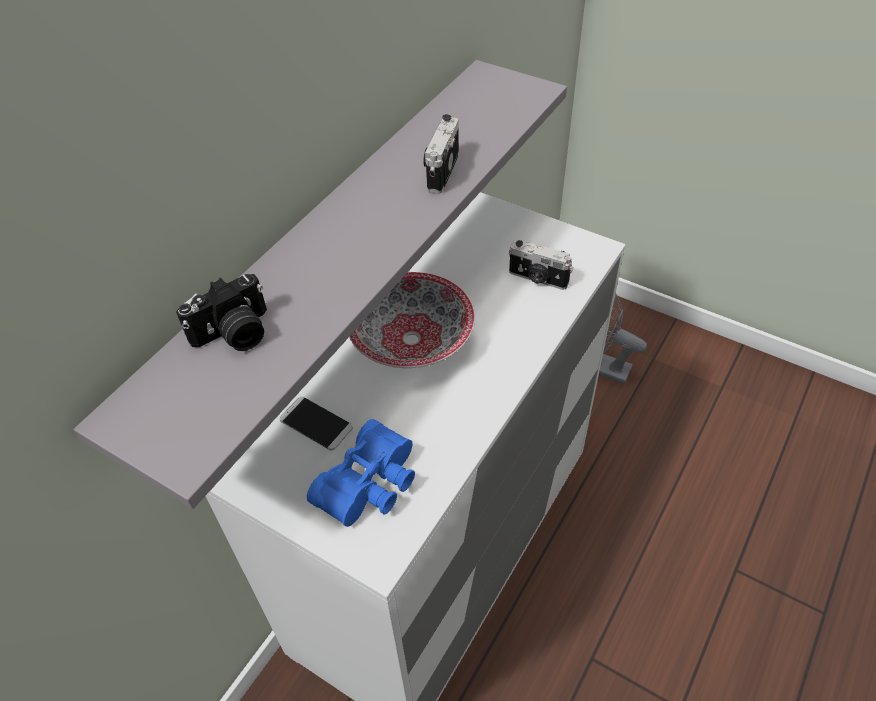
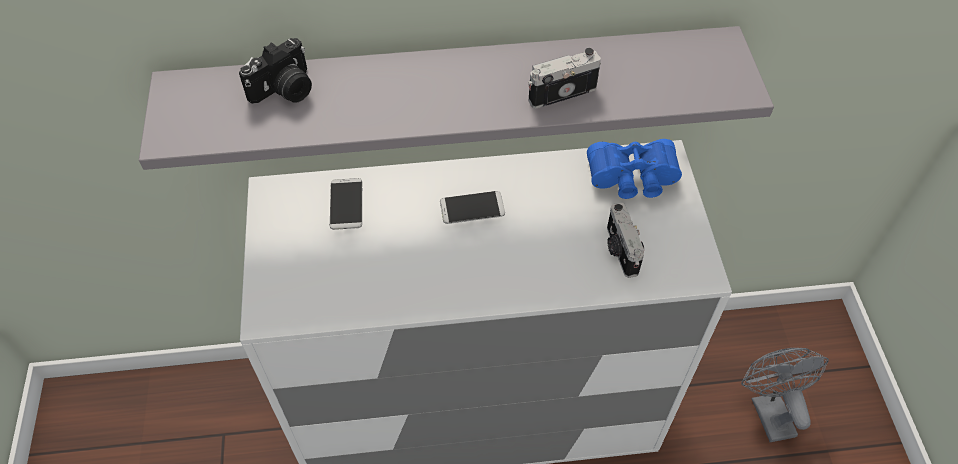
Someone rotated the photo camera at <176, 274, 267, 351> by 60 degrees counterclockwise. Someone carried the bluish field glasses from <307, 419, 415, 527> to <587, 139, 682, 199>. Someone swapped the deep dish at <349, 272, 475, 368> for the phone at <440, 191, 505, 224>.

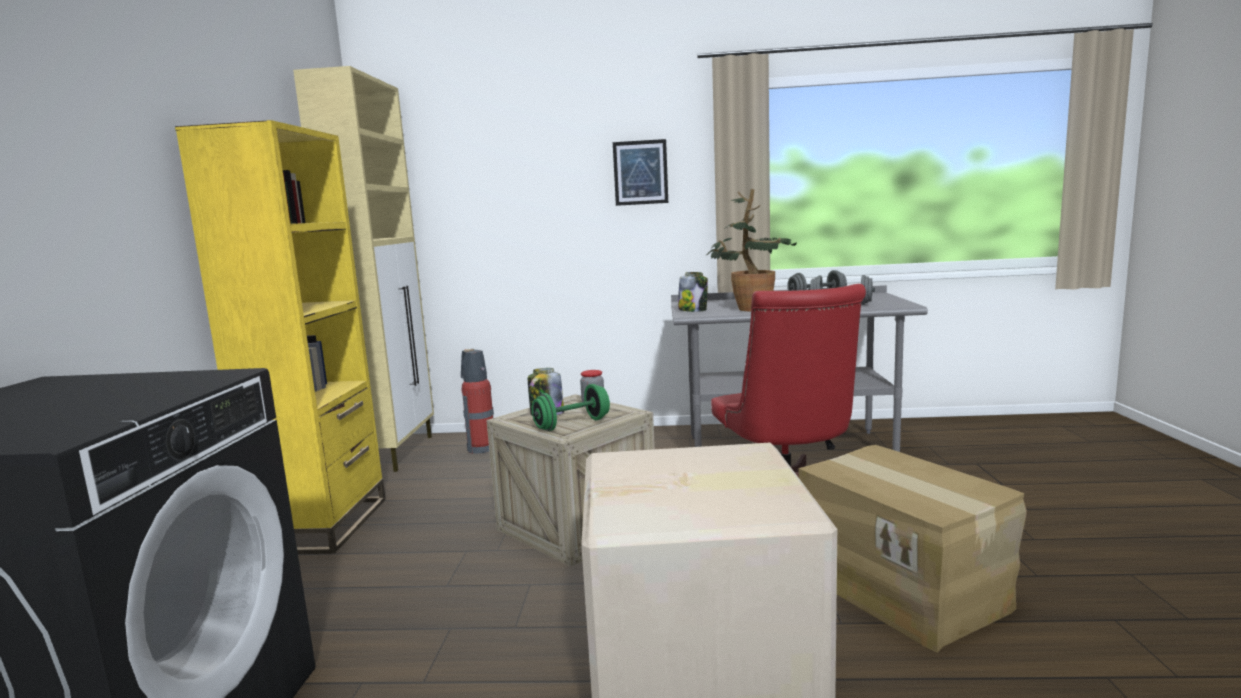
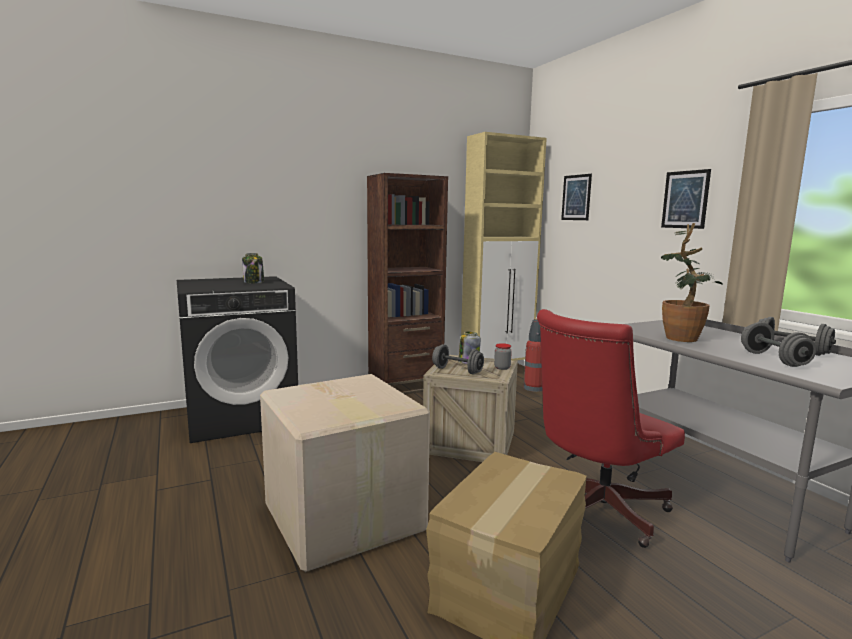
Someone repainted the yellowish bookshelf at <175, 120, 386, 554>, which became the brown bookshelf at <367, 173, 448, 394>. Someone repainted the greenish dumbbell at <532, 384, 610, 431>, which became the gray dumbbell at <432, 344, 484, 374>. Someone carried the preserve jar from <678, 272, 708, 312> to <242, 253, 264, 284>. Someone put up the picture at <561, 174, 592, 220>.

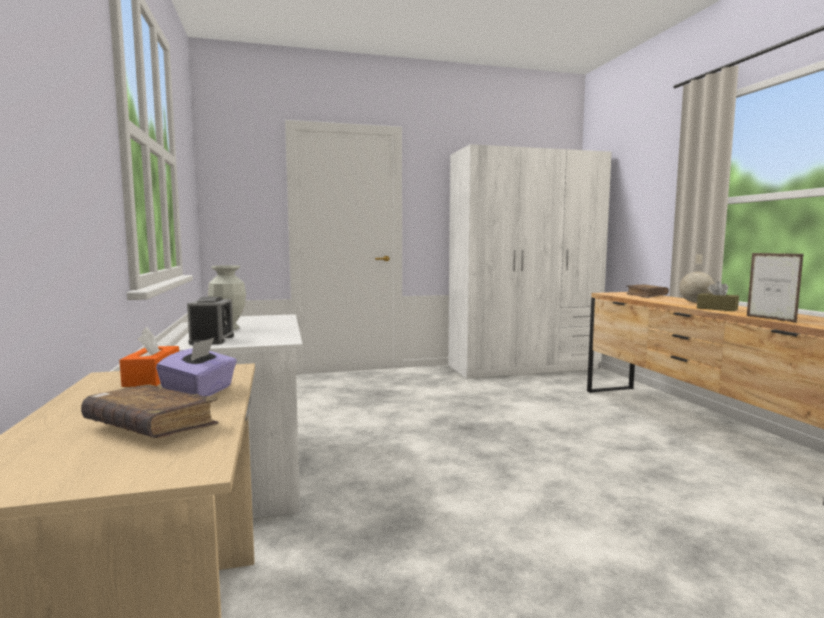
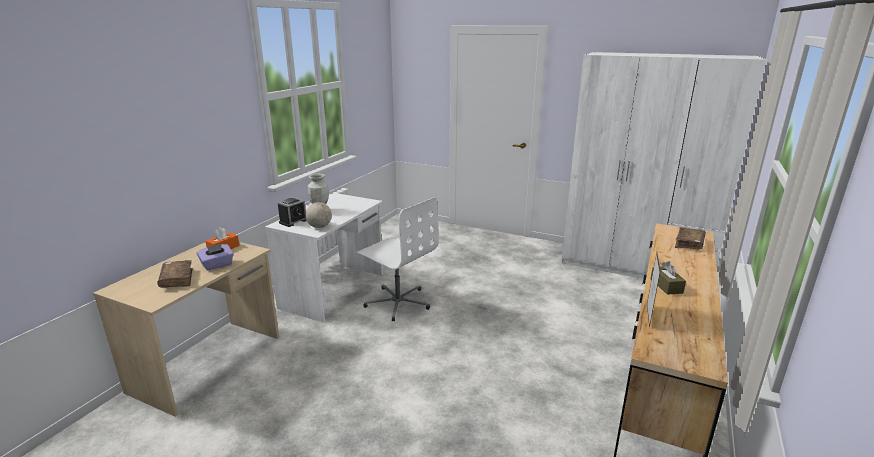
Someone carried the desk globe from <679, 254, 715, 303> to <305, 188, 332, 228>. Someone put down the white-coloured desk chair at <356, 197, 439, 321>.

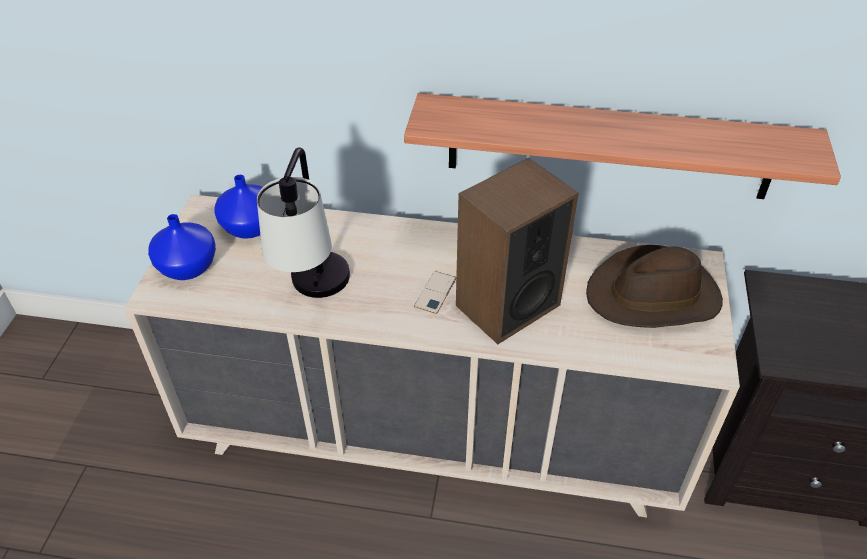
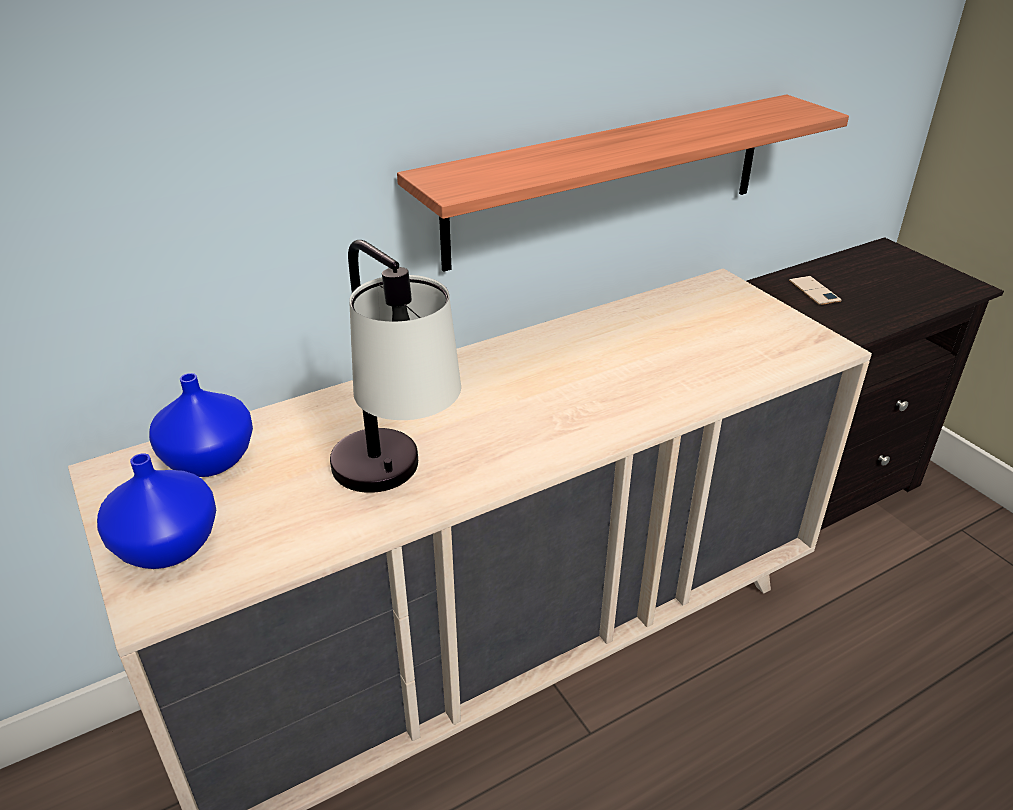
Someone carried the phone from <414, 271, 456, 314> to <789, 276, 842, 305>. Someone took away the speaker at <456, 158, 579, 344>. Someone took away the brown hat at <586, 245, 723, 328>.

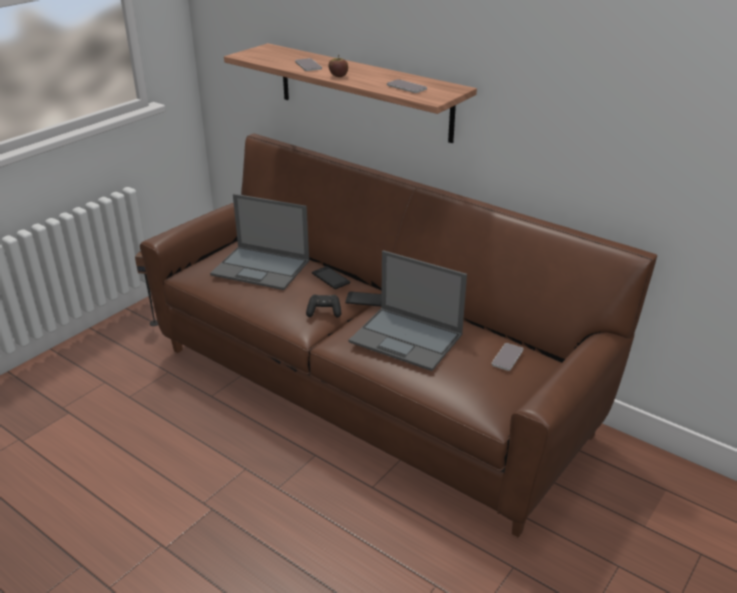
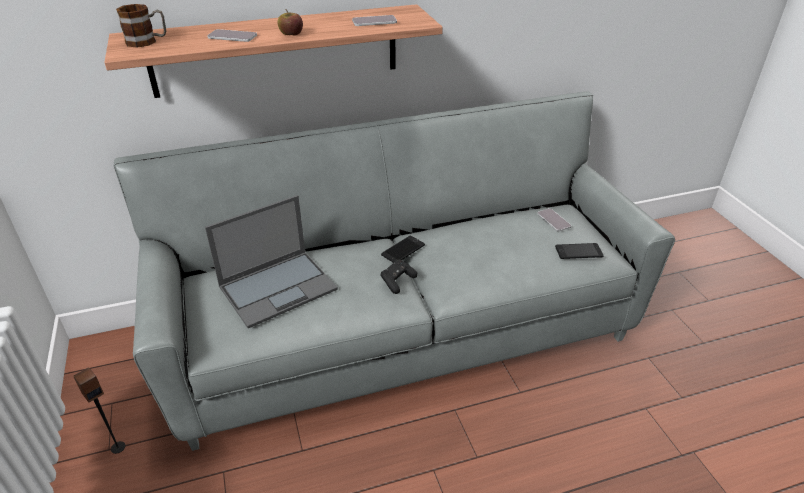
Someone repainted the brown sofa at <140, 134, 657, 537>, which became the gray sofa at <114, 91, 675, 451>. Someone carried the phone from <312, 266, 350, 289> to <555, 243, 604, 259>. Someone took away the notebook computer at <349, 250, 467, 371>. Someone put down the mug at <116, 4, 166, 48>.

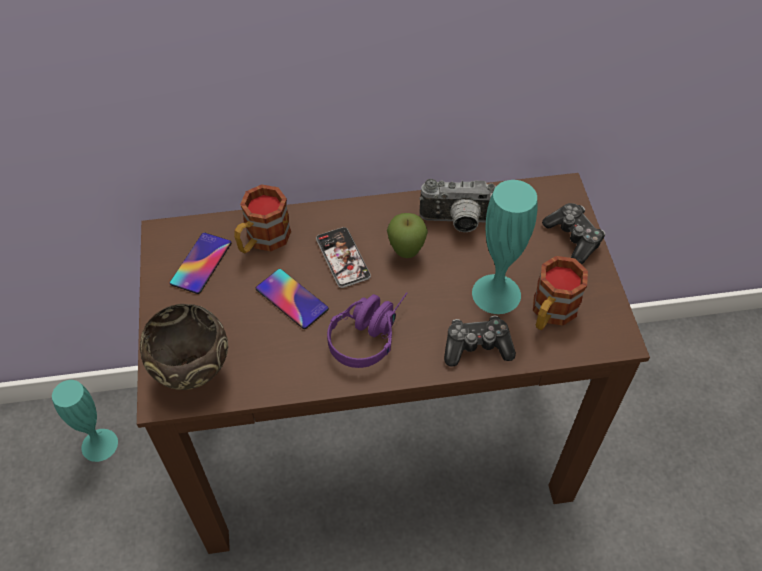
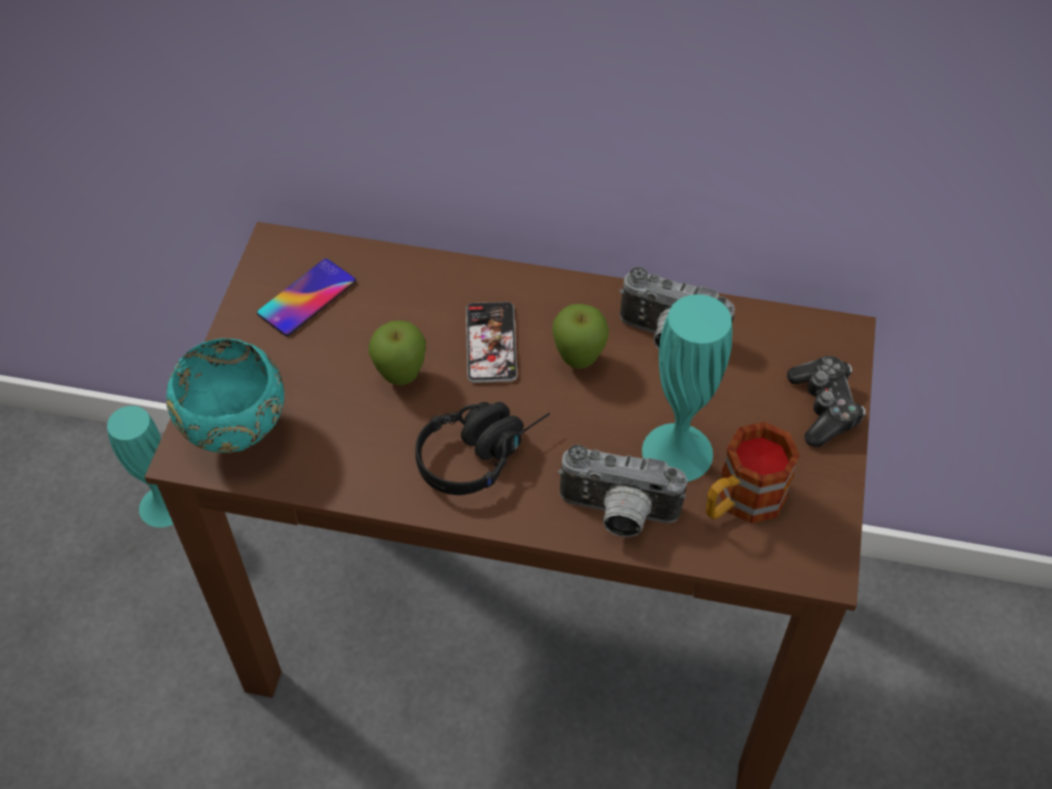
Someone repainted the brown deep dish at <140, 304, 228, 390>, which became the blue-green deep dish at <166, 338, 284, 453>. Someone took away the mug at <234, 184, 291, 253>. Someone swapped the phone at <256, 269, 329, 329> for the apple at <368, 320, 426, 385>. Someone repainted the purple headset at <327, 292, 407, 368>, which became the black-coloured headset at <415, 402, 550, 495>. Someone swapped the game controller at <444, 316, 516, 367> for the photo camera at <558, 445, 687, 537>.

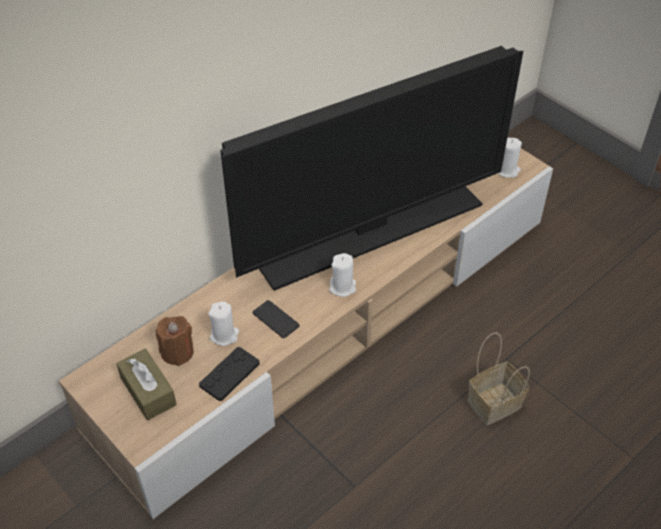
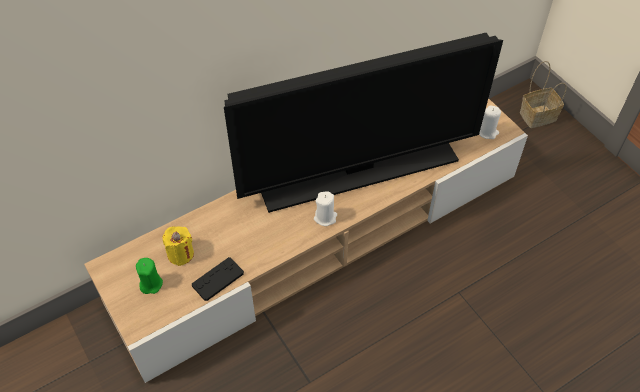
Someone swapped the brown tissue box at <116, 349, 177, 420> for the greenish wax light at <136, 258, 163, 294>. Someone repainted the brown wax light at <155, 316, 194, 366>, which became the yellowish wax light at <162, 226, 194, 266>. Someone took away the white-coloured wax light at <208, 302, 239, 346>. Someone took away the phone at <252, 300, 300, 338>. Someone carried the basket from <468, 332, 530, 425> to <520, 61, 567, 128>.

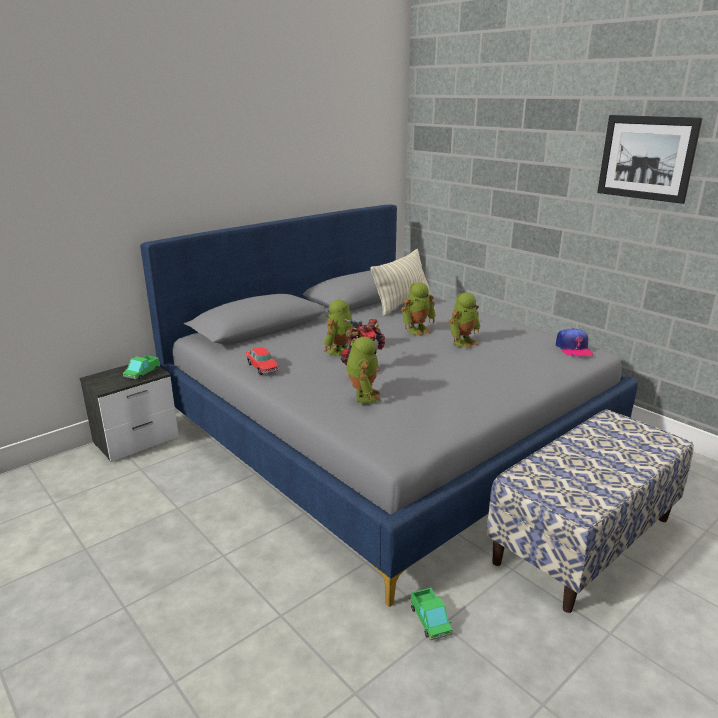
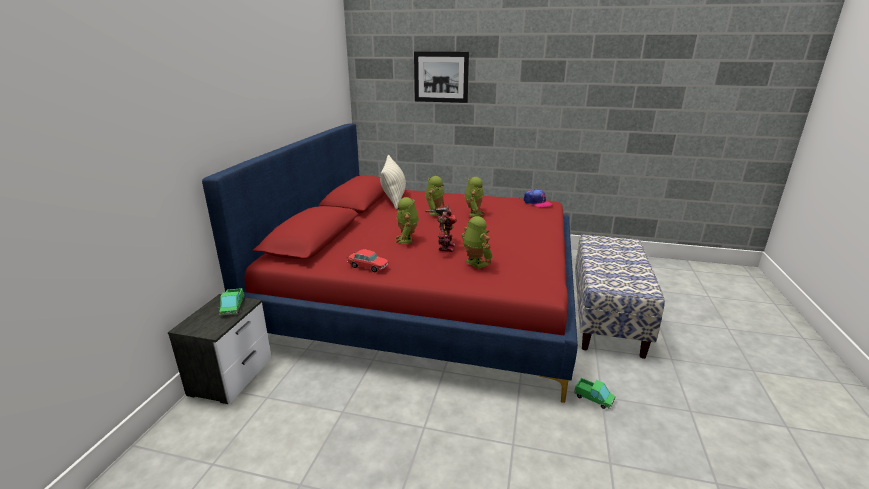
Someone repainted the gray bed at <140, 205, 638, 607>, which became the red-coloured bed at <202, 123, 578, 403>. Someone carried the picture from <597, 115, 703, 204> to <414, 51, 469, 103>.

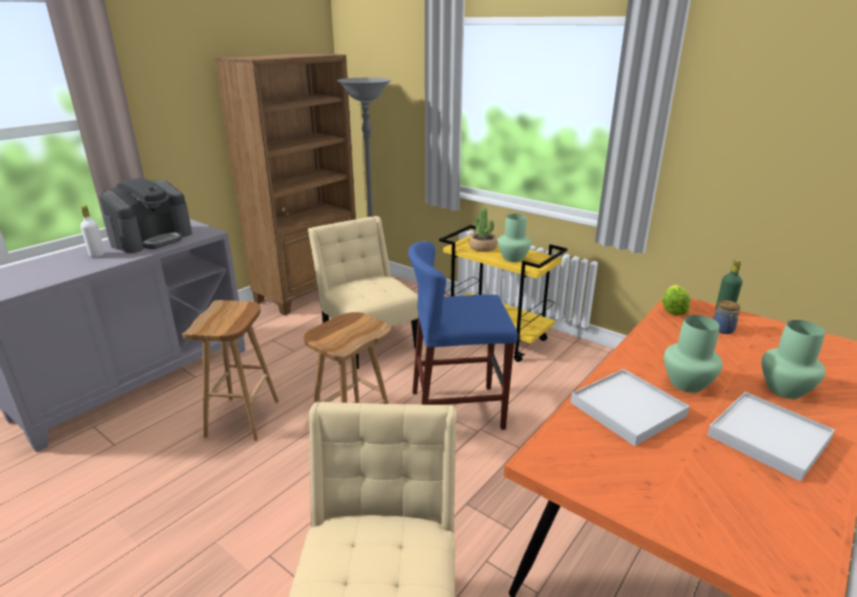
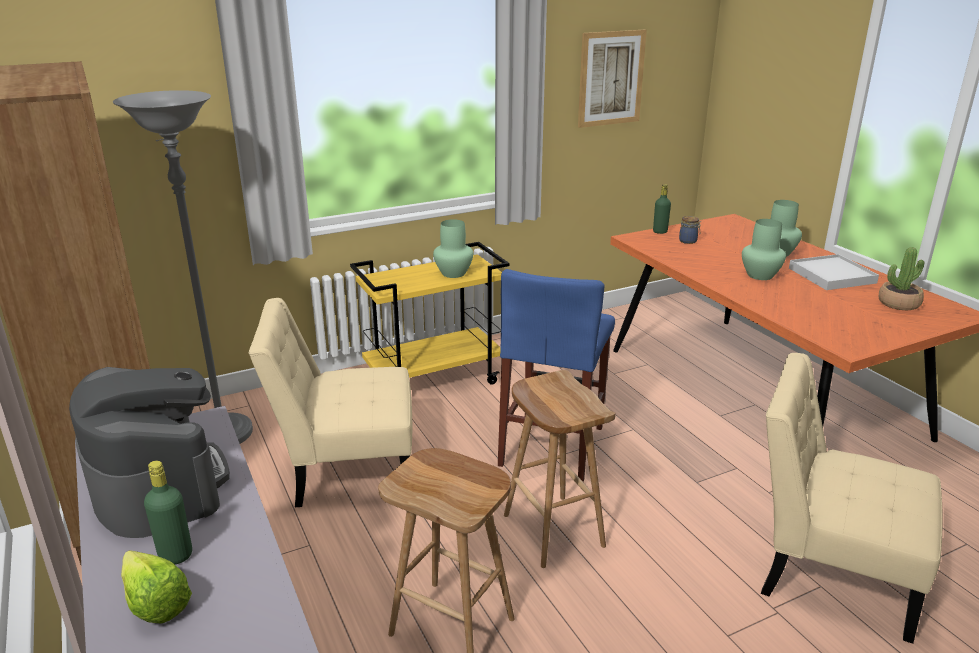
Someone repainted the white-coloured drink bottle at <80, 206, 105, 257>, which became the greenish drink bottle at <144, 461, 192, 564>. Someone carried the houseplant from <469, 207, 497, 252> to <879, 247, 925, 310>. Someone took away the white-coloured serving tray at <571, 369, 690, 446>. Someone carried the lettuce head from <662, 285, 690, 315> to <121, 550, 192, 624>. Someone put up the picture at <578, 29, 647, 128>.

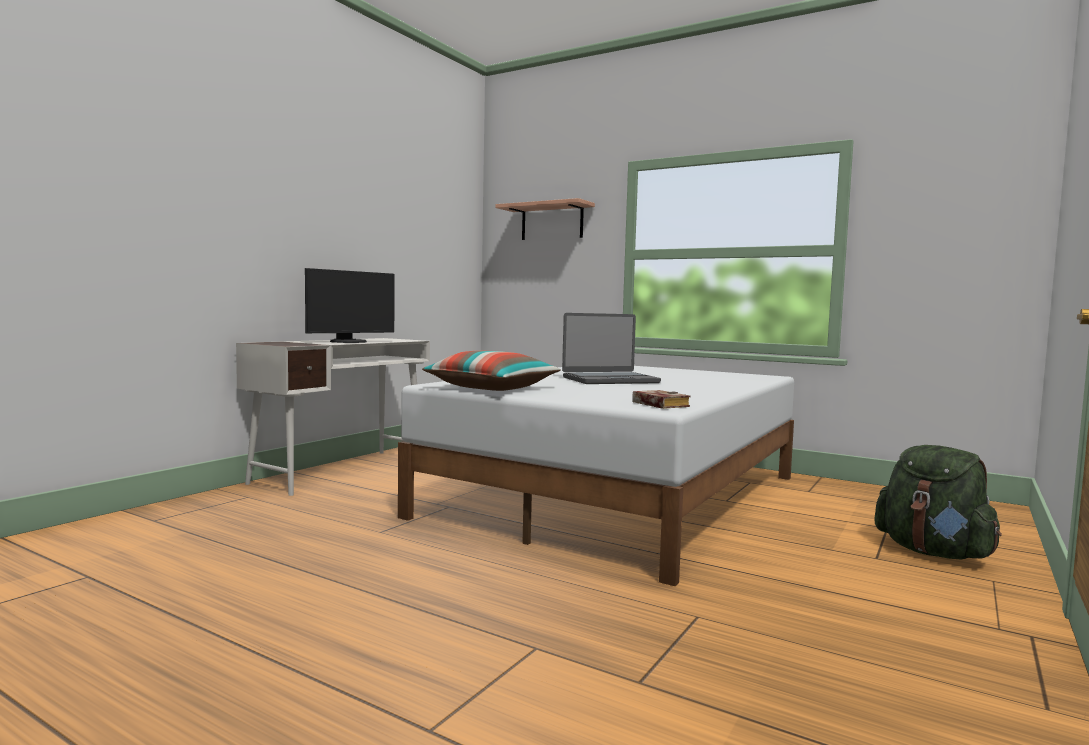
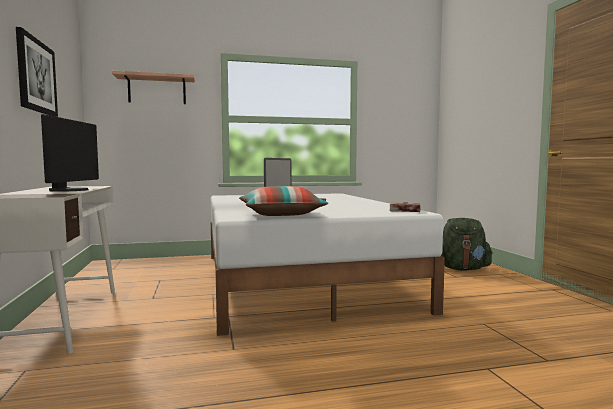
Someone put up the picture at <16, 27, 58, 117>.

